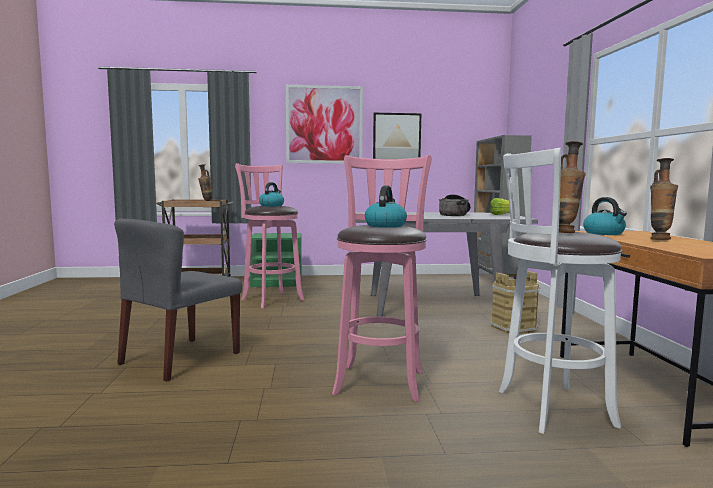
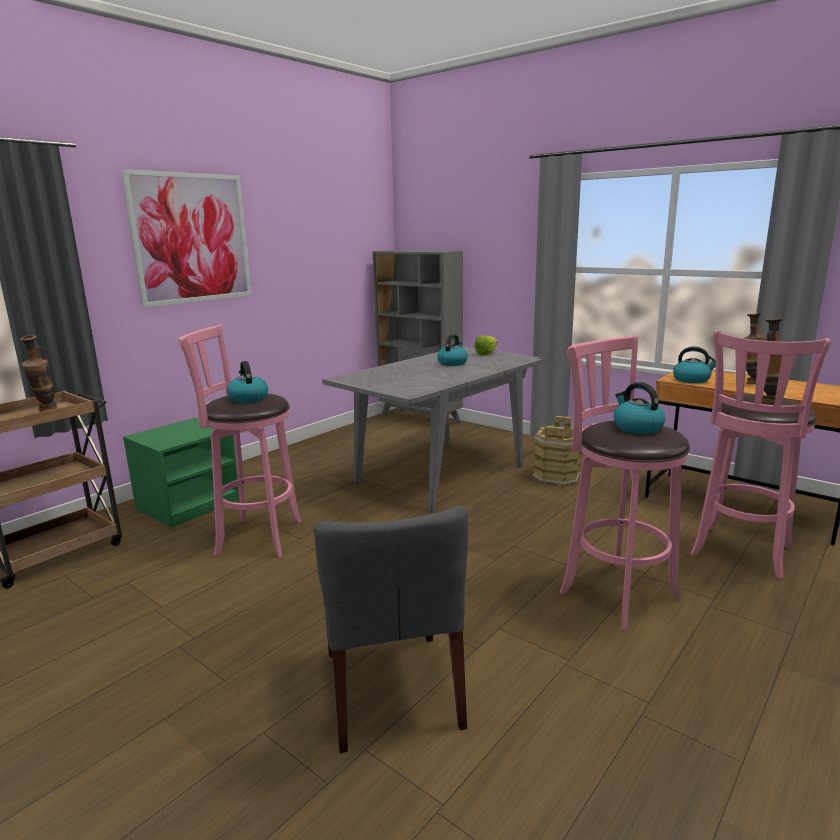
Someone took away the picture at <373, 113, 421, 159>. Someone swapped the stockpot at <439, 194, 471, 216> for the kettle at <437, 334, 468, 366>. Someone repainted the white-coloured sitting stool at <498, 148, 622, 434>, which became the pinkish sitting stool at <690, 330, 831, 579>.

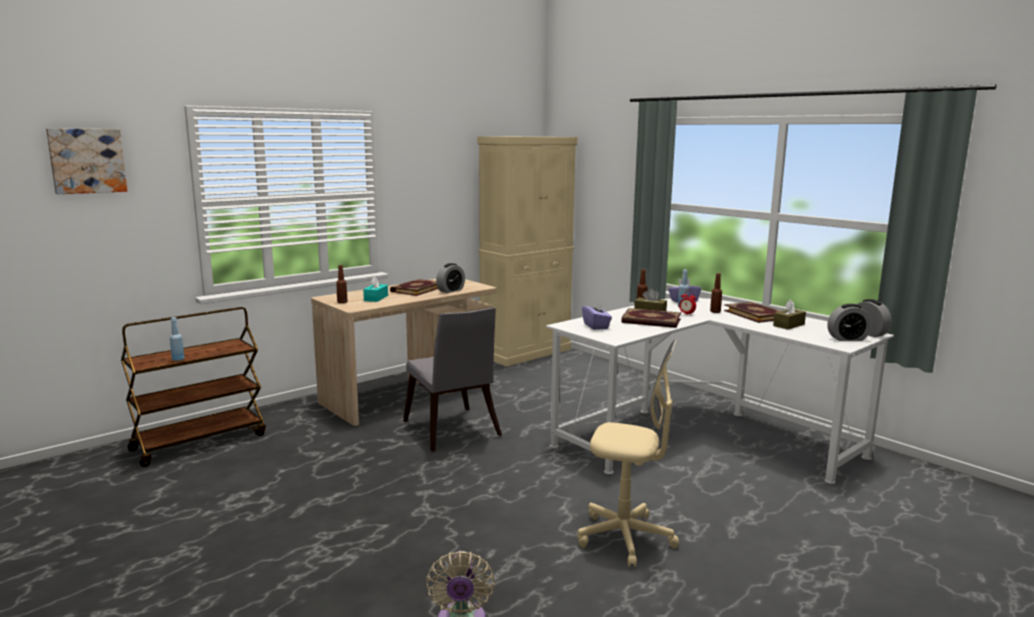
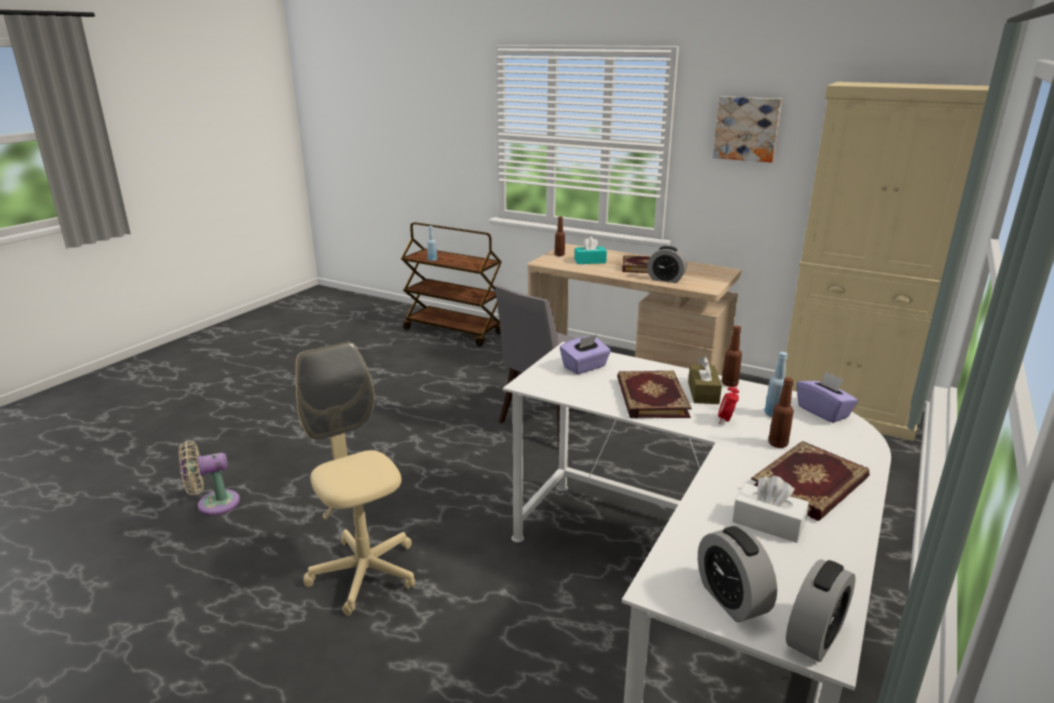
Someone carried the picture from <46, 128, 127, 194> to <713, 96, 782, 163>. Someone rotated the sand-coloured desk chair at <578, 340, 679, 567> by 150 degrees clockwise. Someone repainted the brown tissue box at <773, 299, 806, 329>, which became the white-coloured tissue box at <732, 476, 809, 543>.

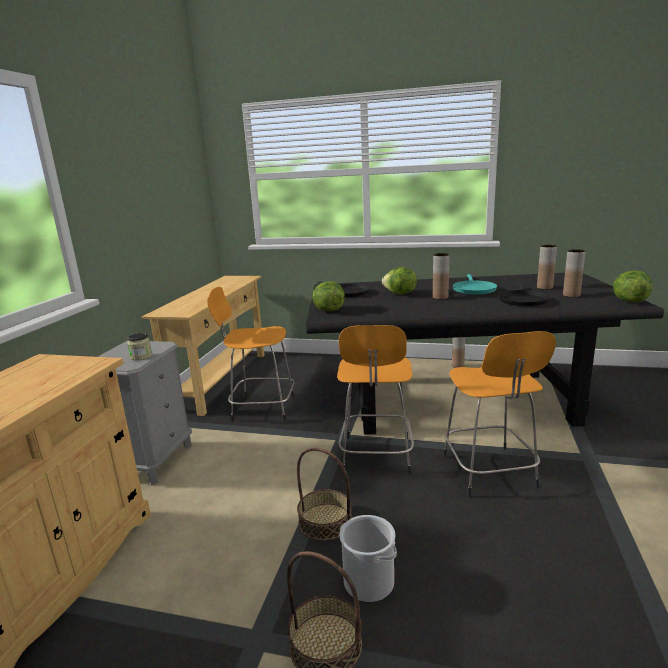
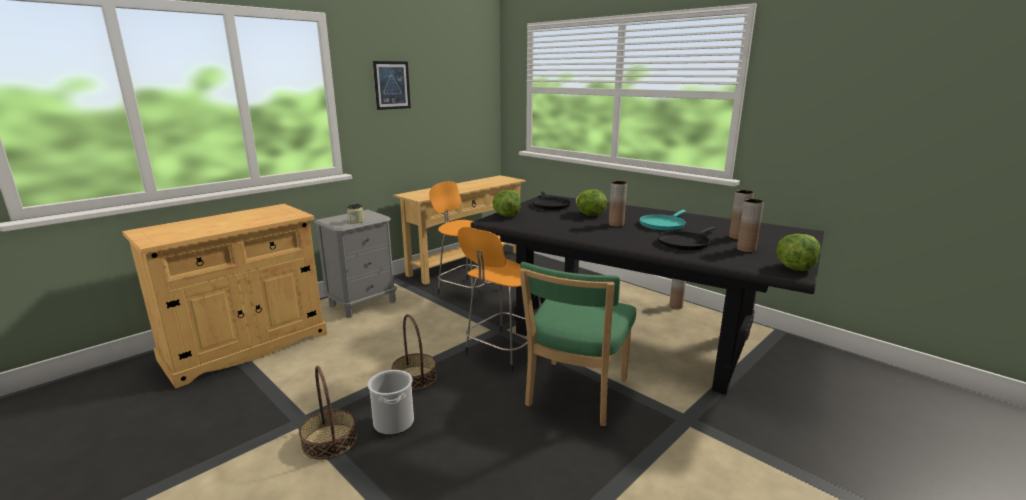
Someone swapped the orange sitting stool at <443, 331, 556, 497> for the greenish upright chair at <519, 262, 636, 426>. Someone put up the picture at <373, 61, 411, 110>.

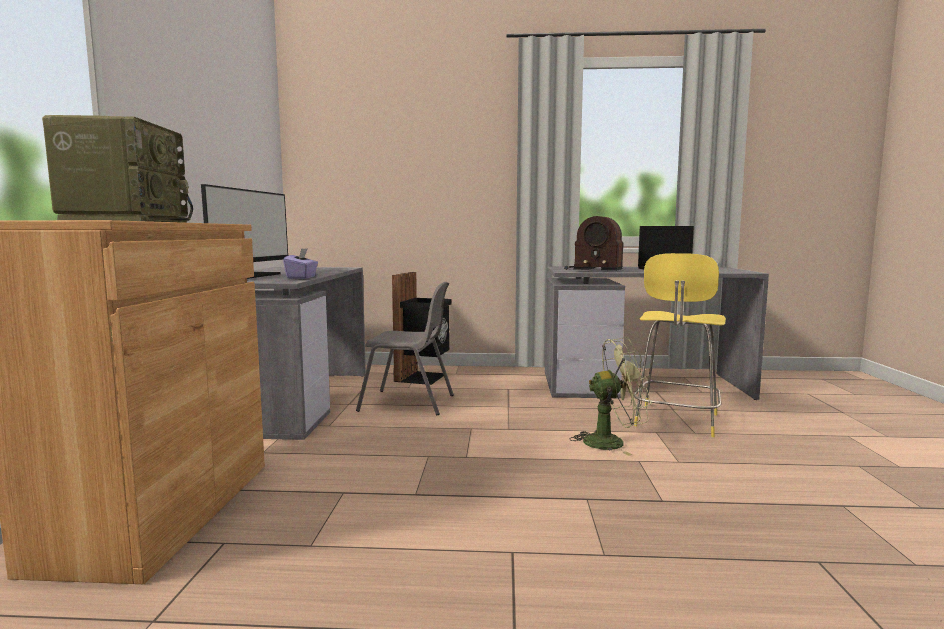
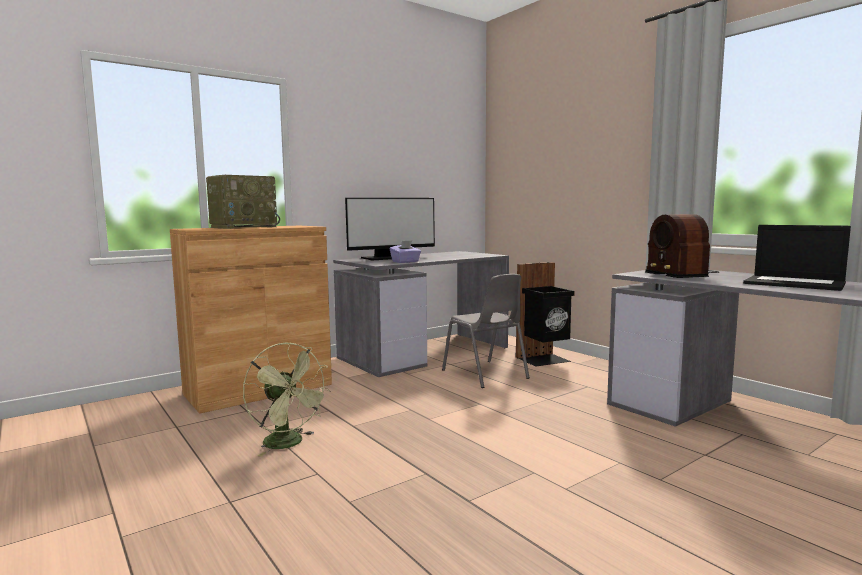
Someone carried the greenish fan from <571, 337, 652, 456> to <243, 342, 331, 457>. Someone took away the yellowish sitting stool at <633, 253, 726, 437>.

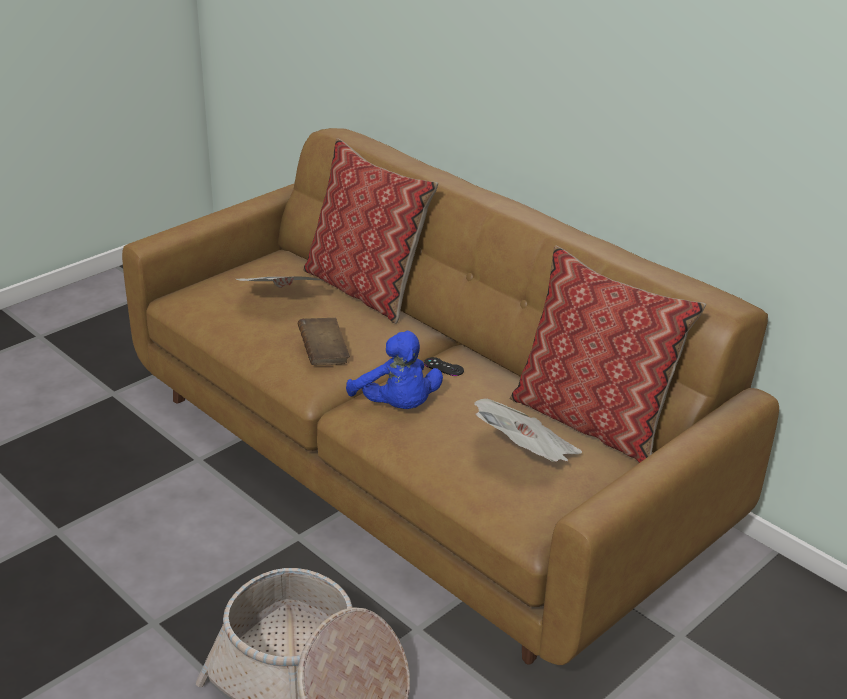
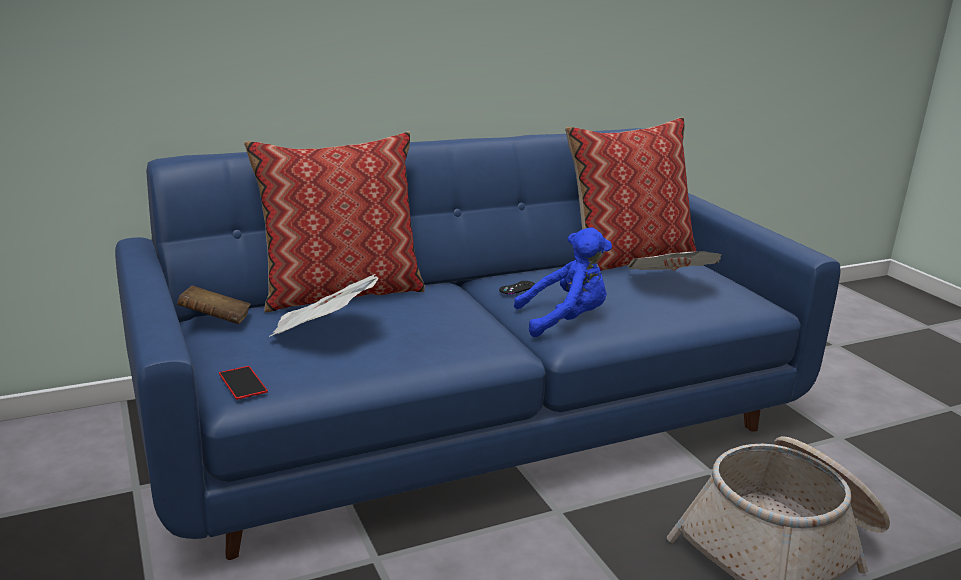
Someone repainted the brown sofa at <122, 128, 779, 665>, which became the bluish sofa at <115, 128, 840, 560>. Someone carried the brown book from <298, 318, 350, 365> to <177, 285, 251, 324>. Someone put down the phone at <219, 366, 268, 400>.

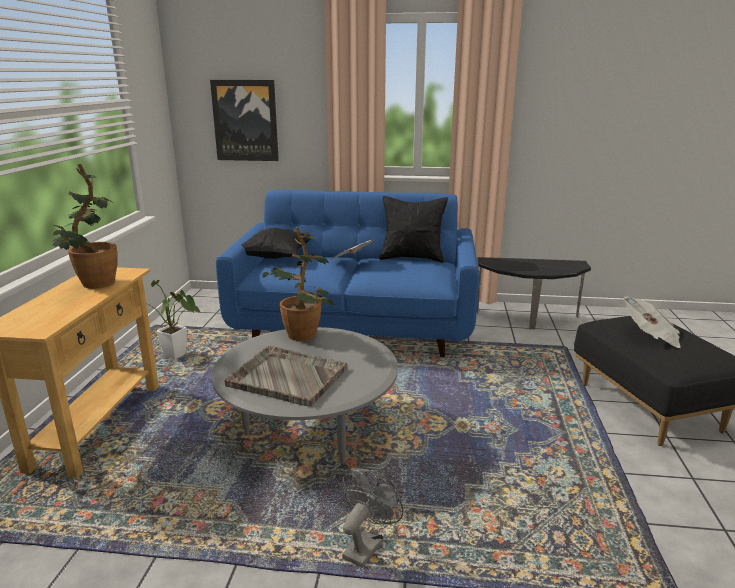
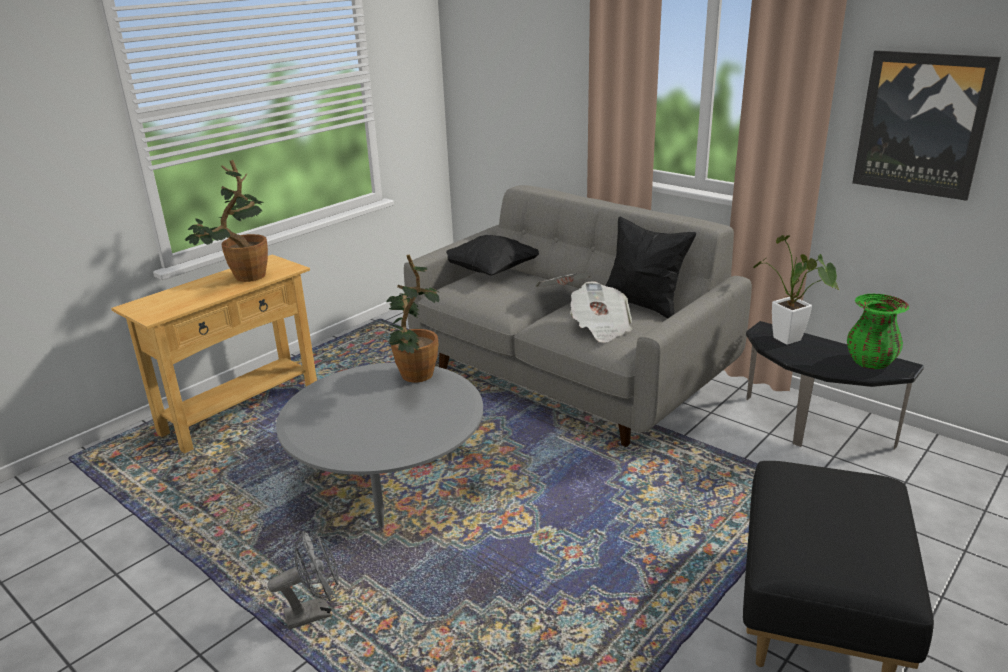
Someone carried the houseplant from <146, 280, 201, 360> to <753, 235, 840, 345>. Someone carried the picture from <210, 80, 279, 161> to <852, 50, 1001, 201>. Someone repainted the bluish sofa at <216, 190, 479, 357>, which became the gray sofa at <404, 185, 752, 447>. Someone took away the gray serving tray at <224, 346, 347, 407>. Someone carried the printed paper from <624, 296, 680, 348> to <570, 281, 632, 343>. Someone put down the greenish decorative vase at <847, 294, 910, 369>.

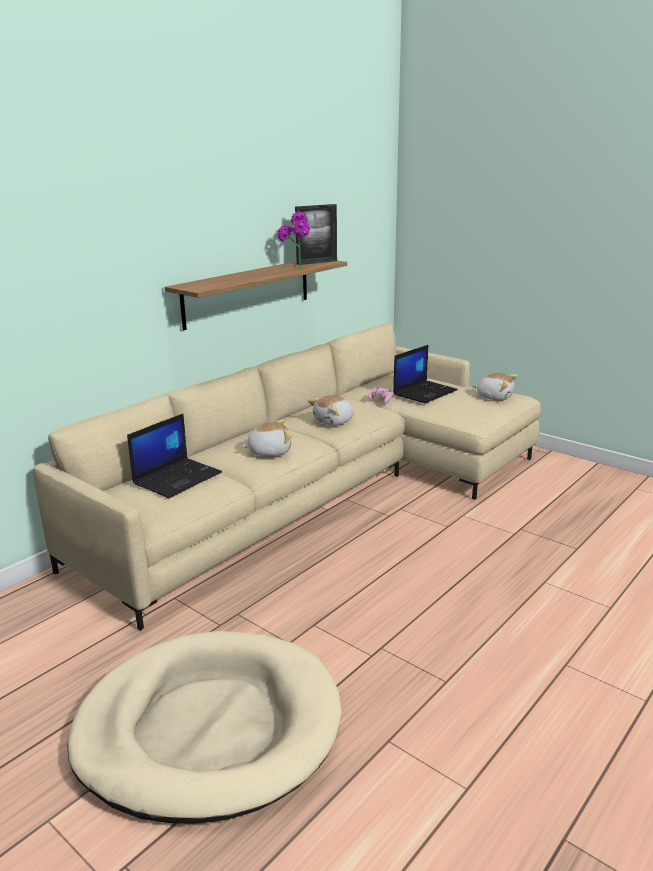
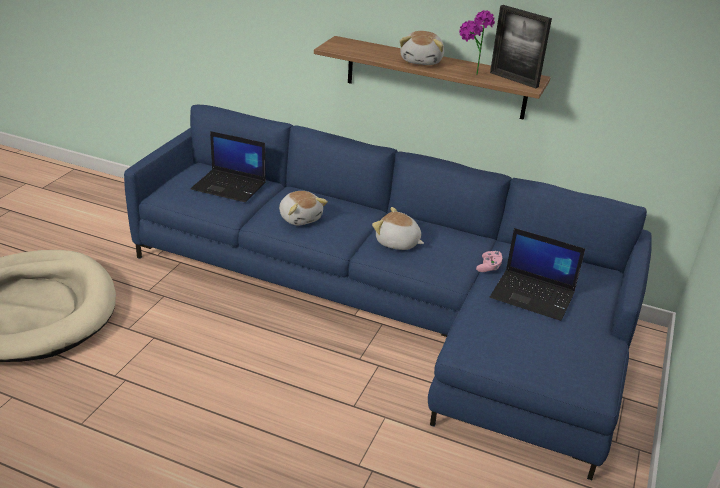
Someone repainted the sand-coloured sofa at <33, 323, 541, 631>, which became the bluish sofa at <124, 105, 652, 480>. Someone carried the plush toy from <473, 373, 517, 401> to <400, 31, 444, 65>.

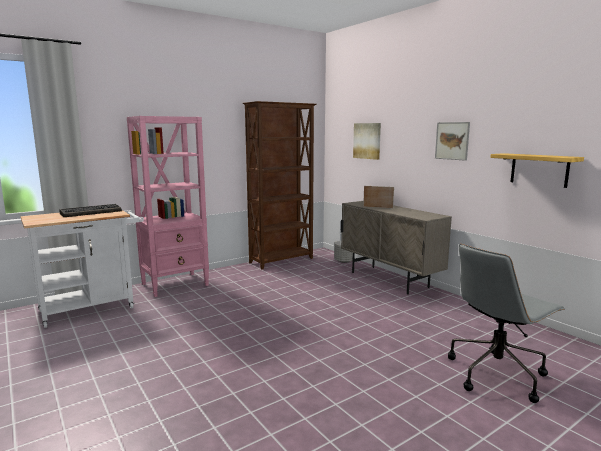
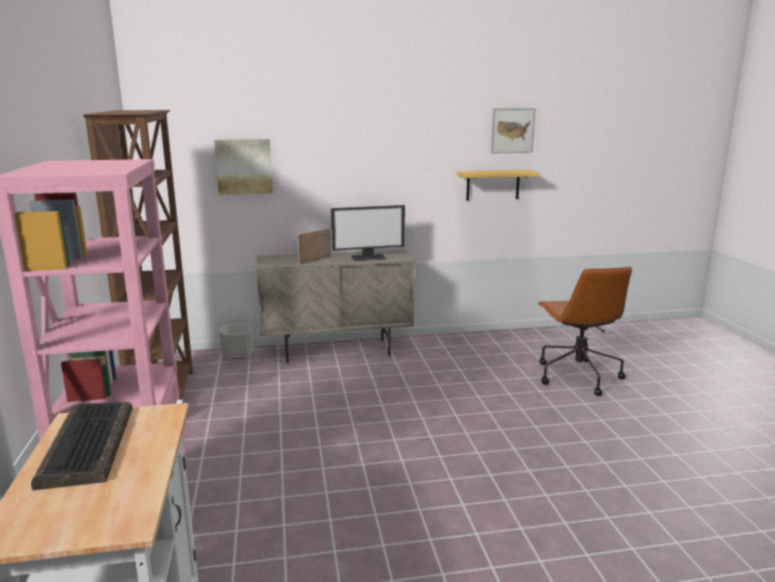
Someone carried the picture from <435, 122, 470, 161> to <491, 108, 536, 153>. Someone repainted the gray desk chair at <448, 244, 565, 403>, which became the brown desk chair at <537, 267, 632, 396>. Someone put down the monitor at <331, 205, 405, 261>.

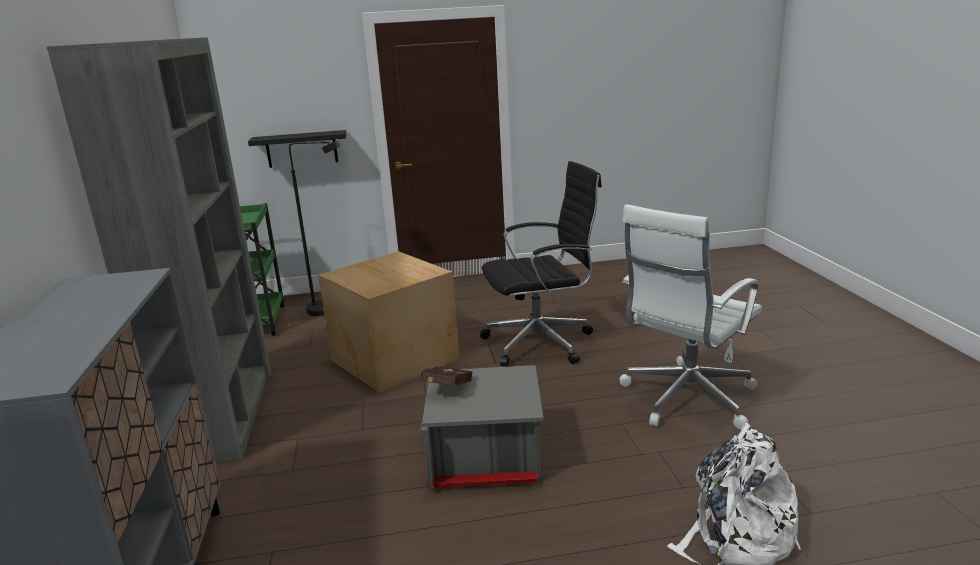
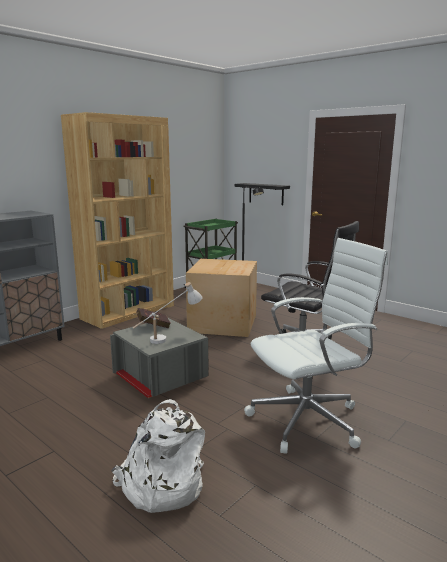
Someone repainted the gray bookshelf at <46, 37, 271, 462>, which became the brown bookshelf at <61, 112, 174, 329>. Someone rotated the white-coloured desk chair at <620, 204, 762, 429> by 150 degrees clockwise. Someone put down the white-coloured tabletop lamp at <133, 282, 202, 344>.

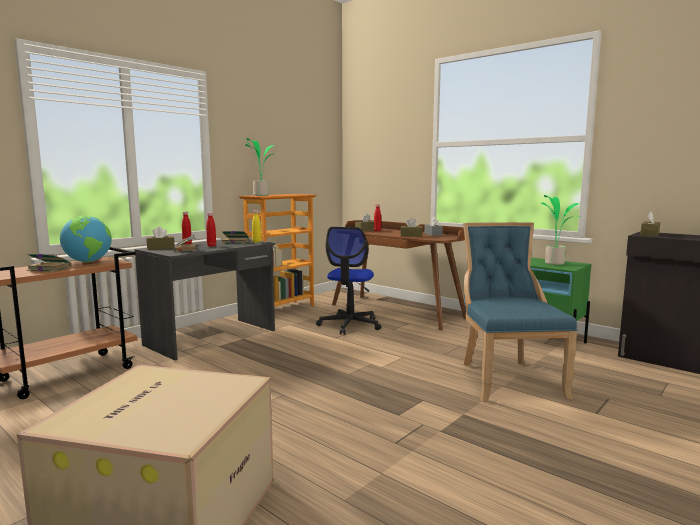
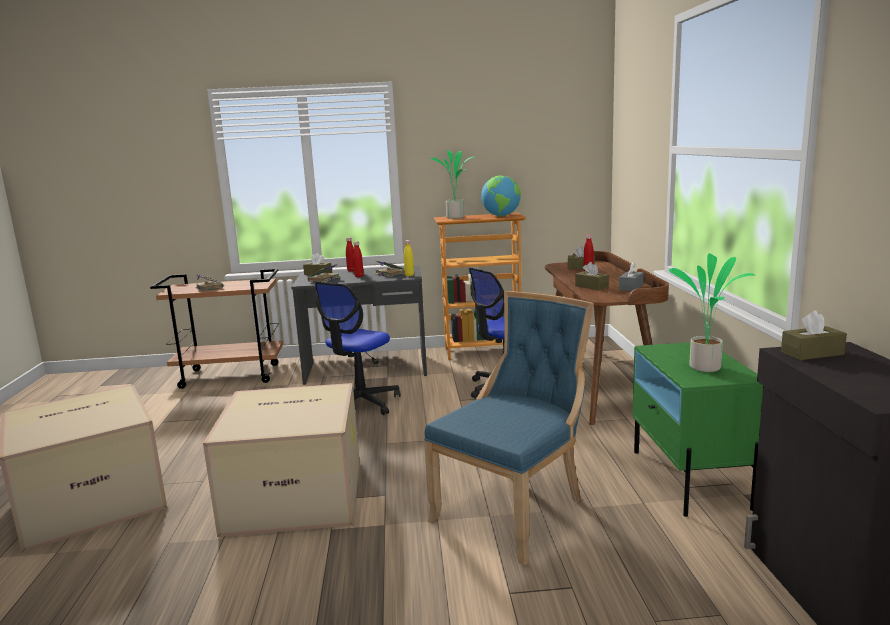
Someone carried the desk globe from <60, 216, 112, 262> to <481, 176, 521, 216>. Someone put down the packing box at <203, 383, 360, 537>. Someone put down the desk chair at <314, 282, 401, 415>.

